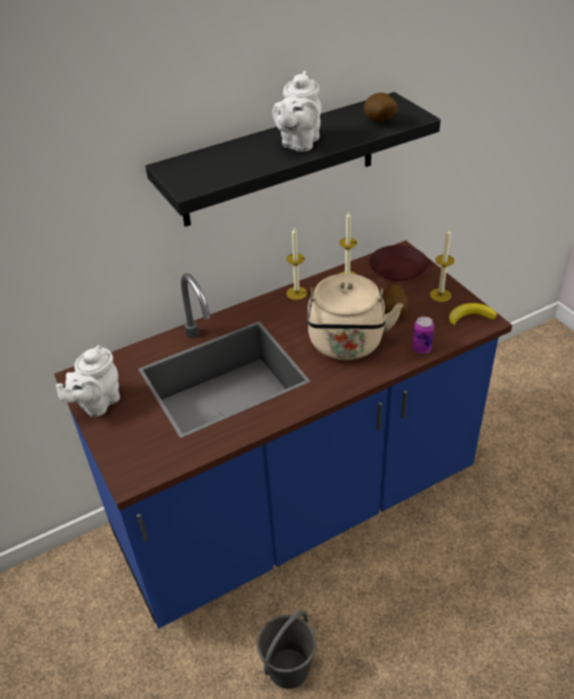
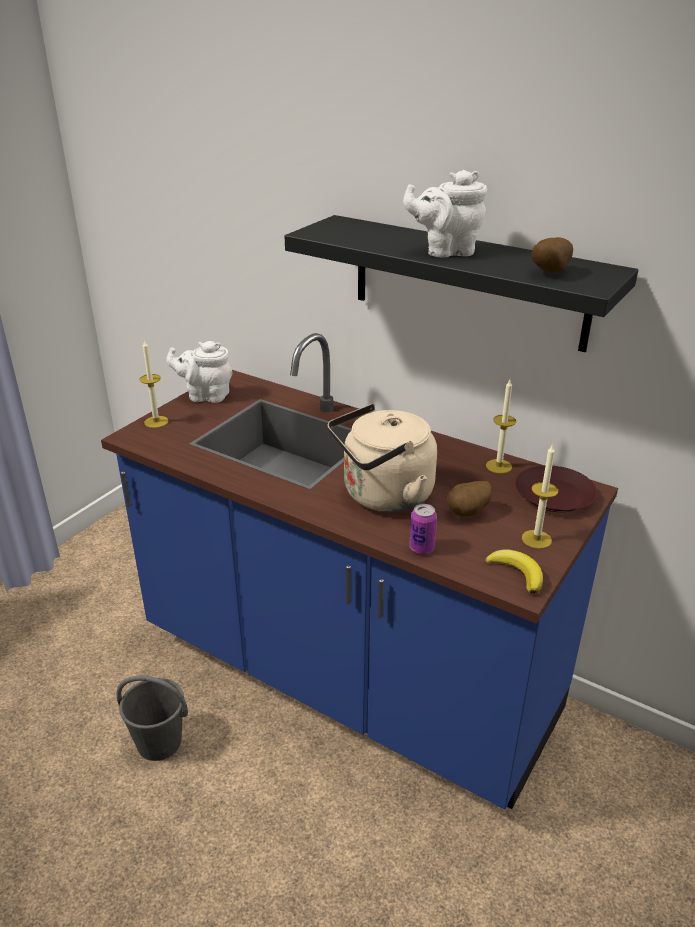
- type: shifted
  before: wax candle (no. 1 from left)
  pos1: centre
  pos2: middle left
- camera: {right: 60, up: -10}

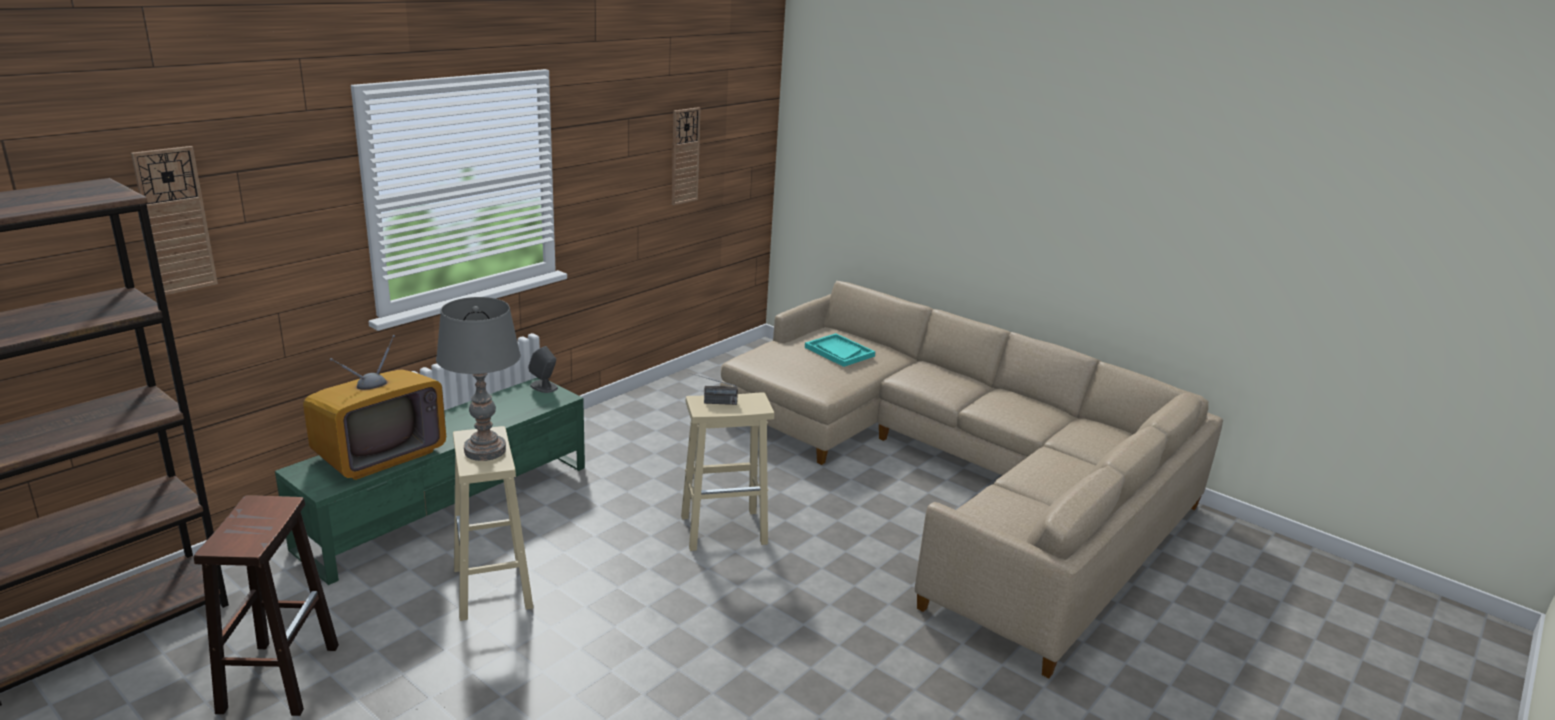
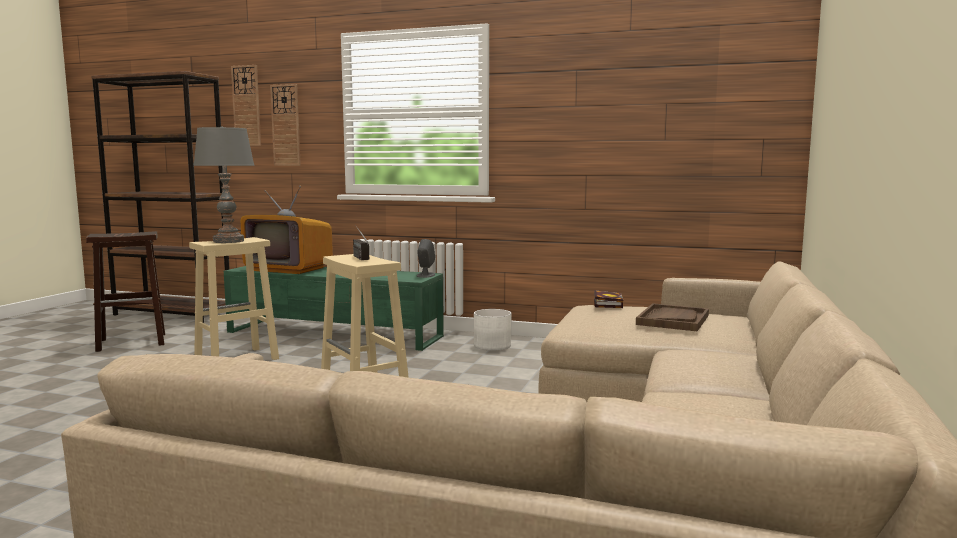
- type: new
  after: flower pot in white
  pos2: centre
- type: new
  after: volume
  pos2: centre
- type: shifted
  before: clock on the wall (no. 2 from left)
  pos1: top centre
  pos2: top left
- type: repainted
  before: carrying tray in blue-green
  after: carrying tray in brownish
  pos1: centre
  pos2: middle right
- camera: {right: 70, up: -15}

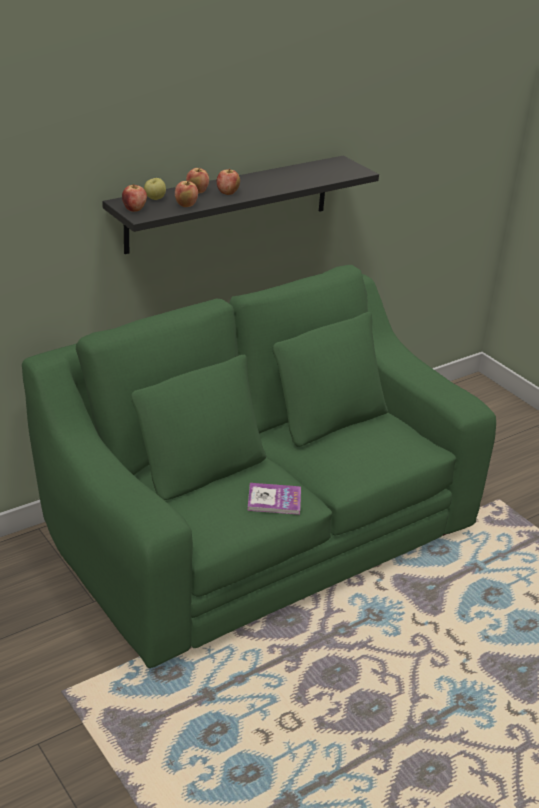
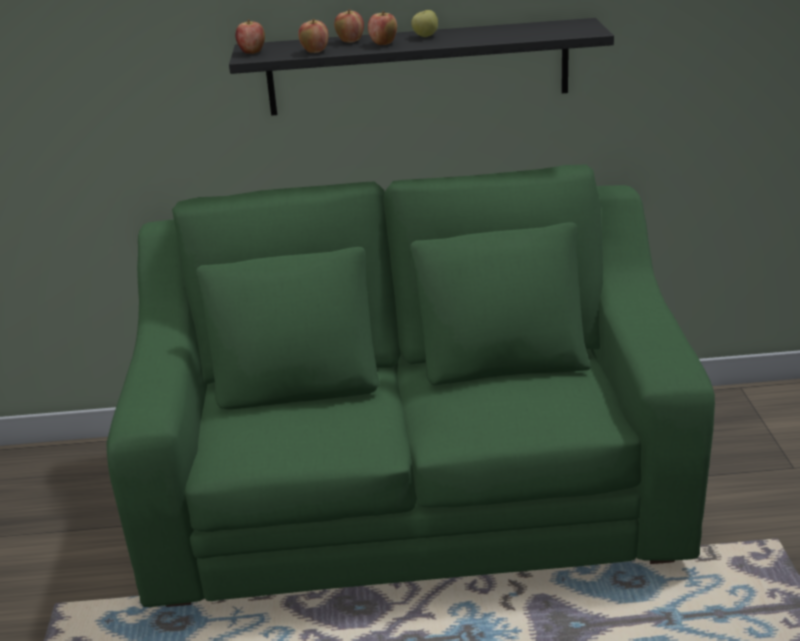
- type: gone
  before: volume
  pos1: centre
- type: shifted
  before: apple fruit (no. 2 from left in the first image)
  after: apple fruit (no. 5 from left)
  pos1: top left
  pos2: top centre
- camera: {right: 35, up: -5}

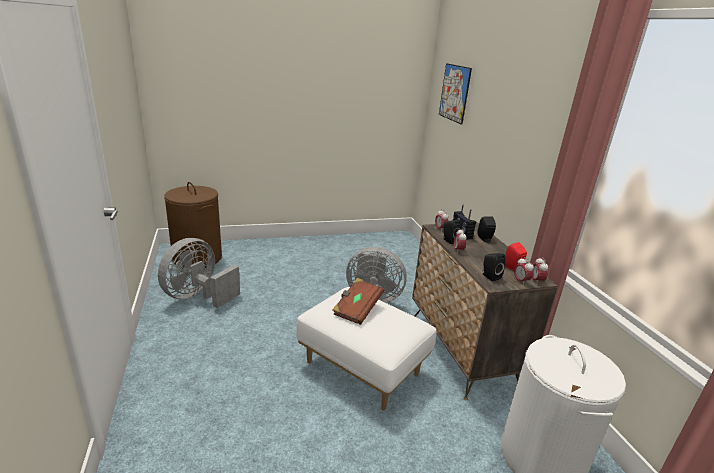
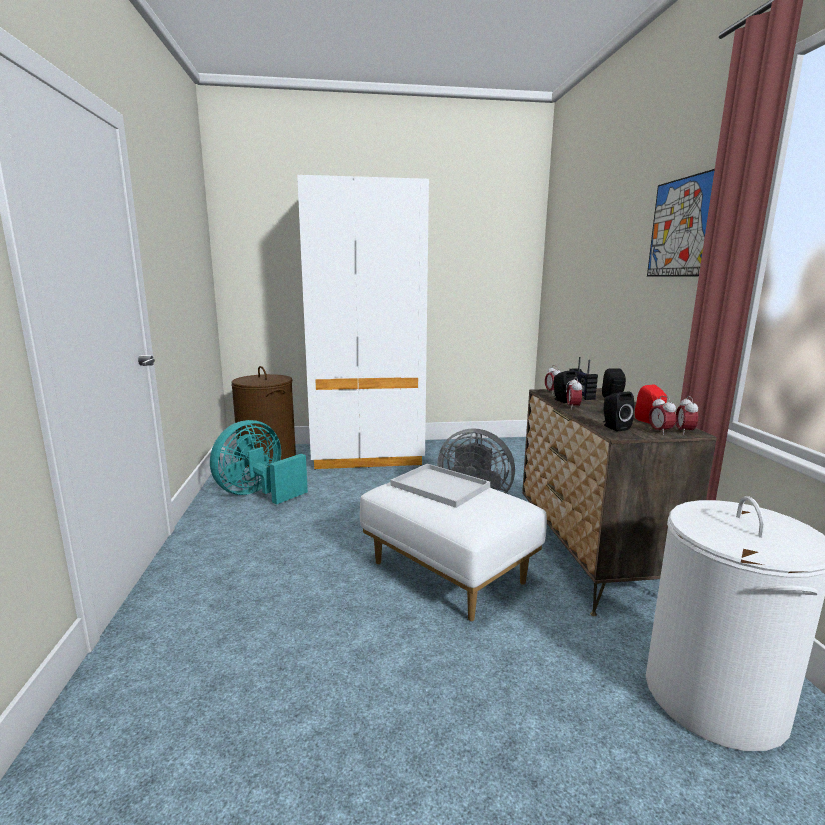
- type: new
  after: wardrobe in white
  pos2: centre
- type: shifted
  before: wall picture
  pos1: top centre
  pos2: top right
- type: swapped
  before: volume in brownish
  after: carrying tray in white
  pos1: centre
  pos2: centre
- type: repainted
  before: electric fan in greyish (no. 1 from left)
  after: electric fan in blue-green
  pos1: middle left
  pos2: middle left
- camera: {right: 10, up: -10}

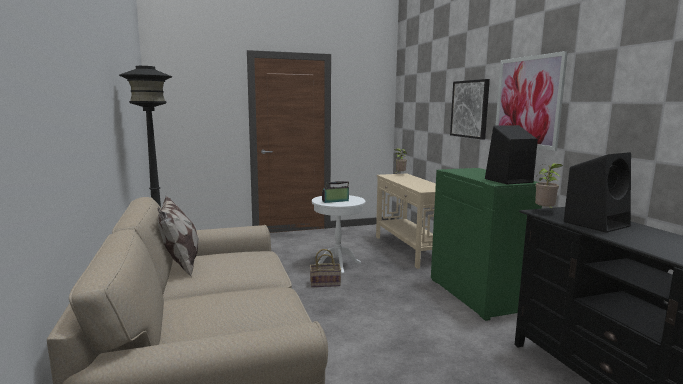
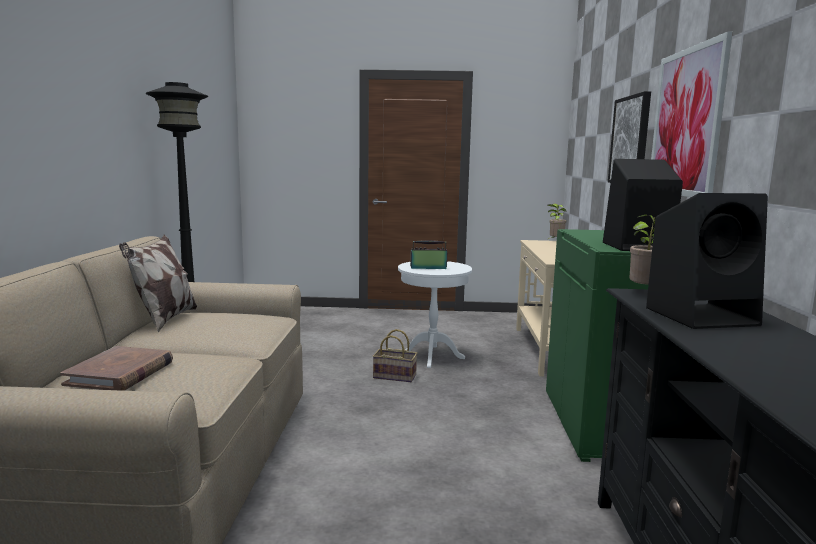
- type: new
  after: volume in brownish
  pos2: bottom left
- camera: {right: 20, up: 0}

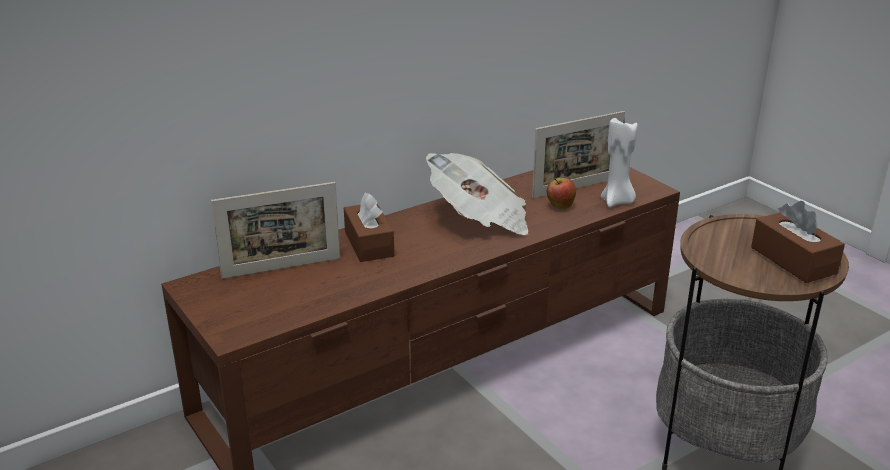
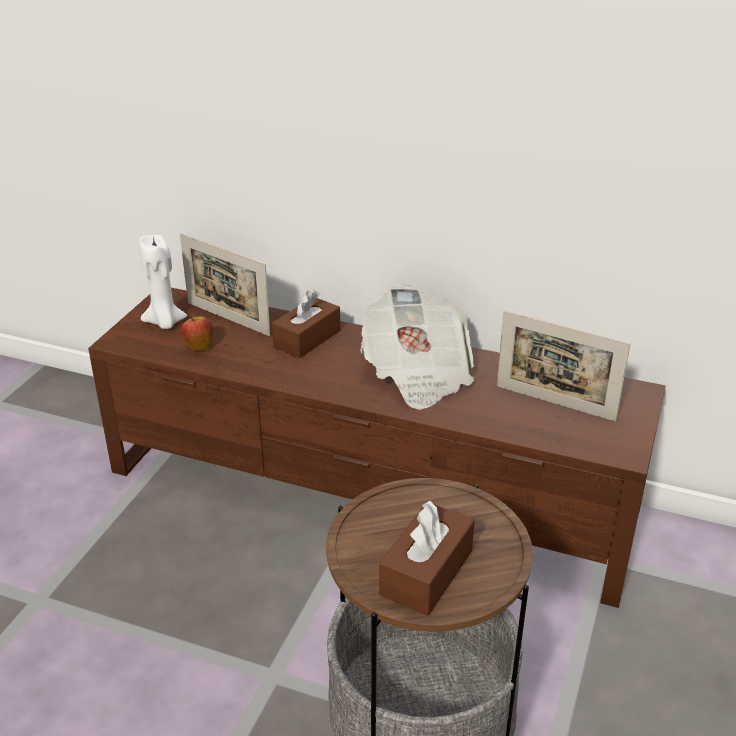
- type: shifted
  before: apple fruit
  pos1: centre
  pos2: middle left
- type: shifted
  before: wax candle in white
  pos1: middle right
  pos2: middle left
- camera: {right: 55, up: 5}

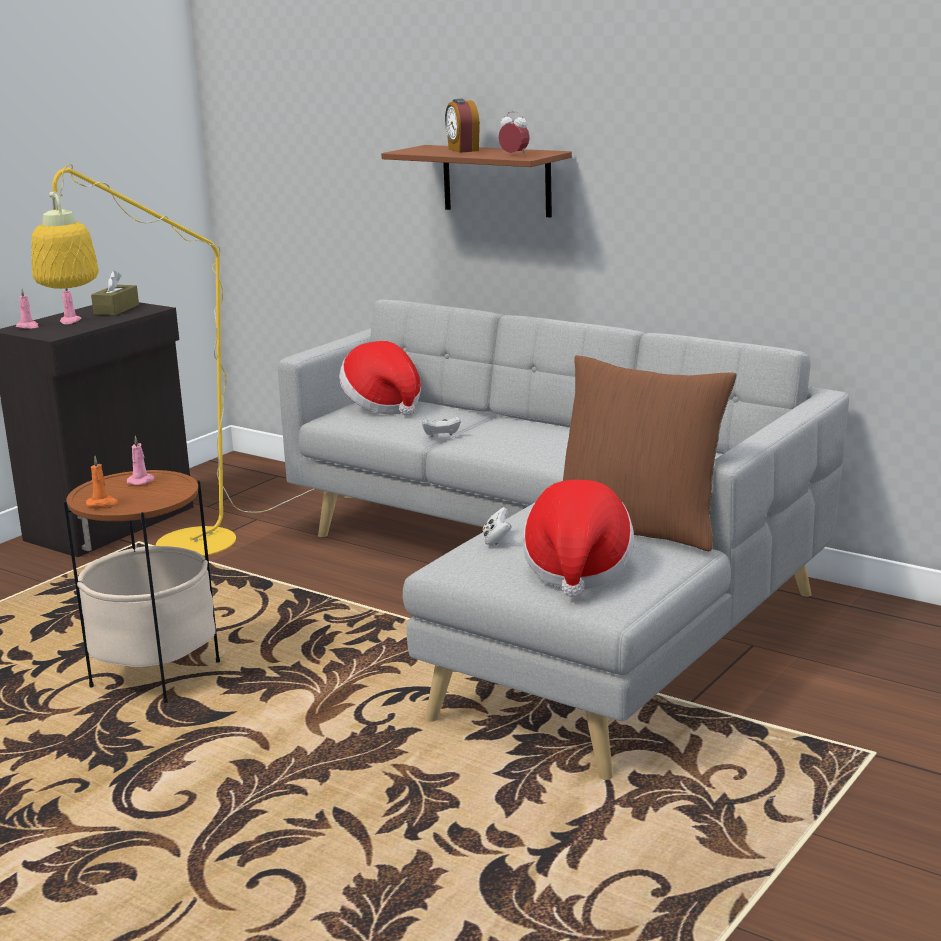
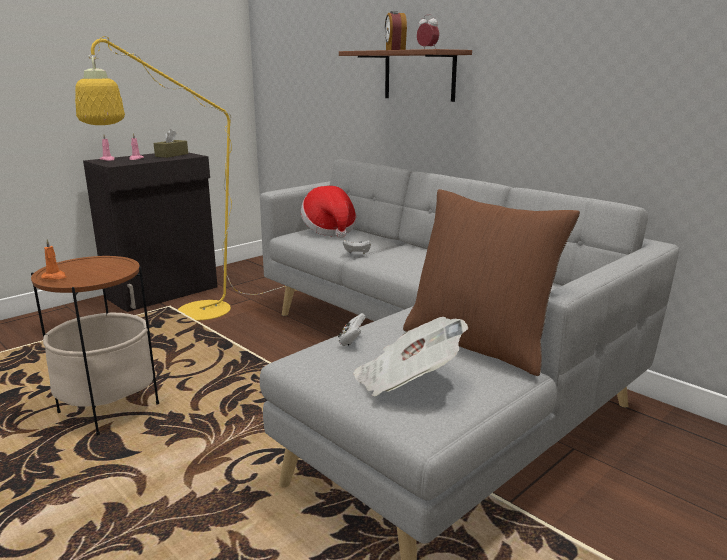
- type: gone
  before: wax candle in pink-coloured (no. 3 from left)
  pos1: middle left
- type: swapped
  before: clothing hat (no. 2 from left)
  after: daily paper
  pos1: centre
  pos2: centre
- camera: {right: 10, up: 0}

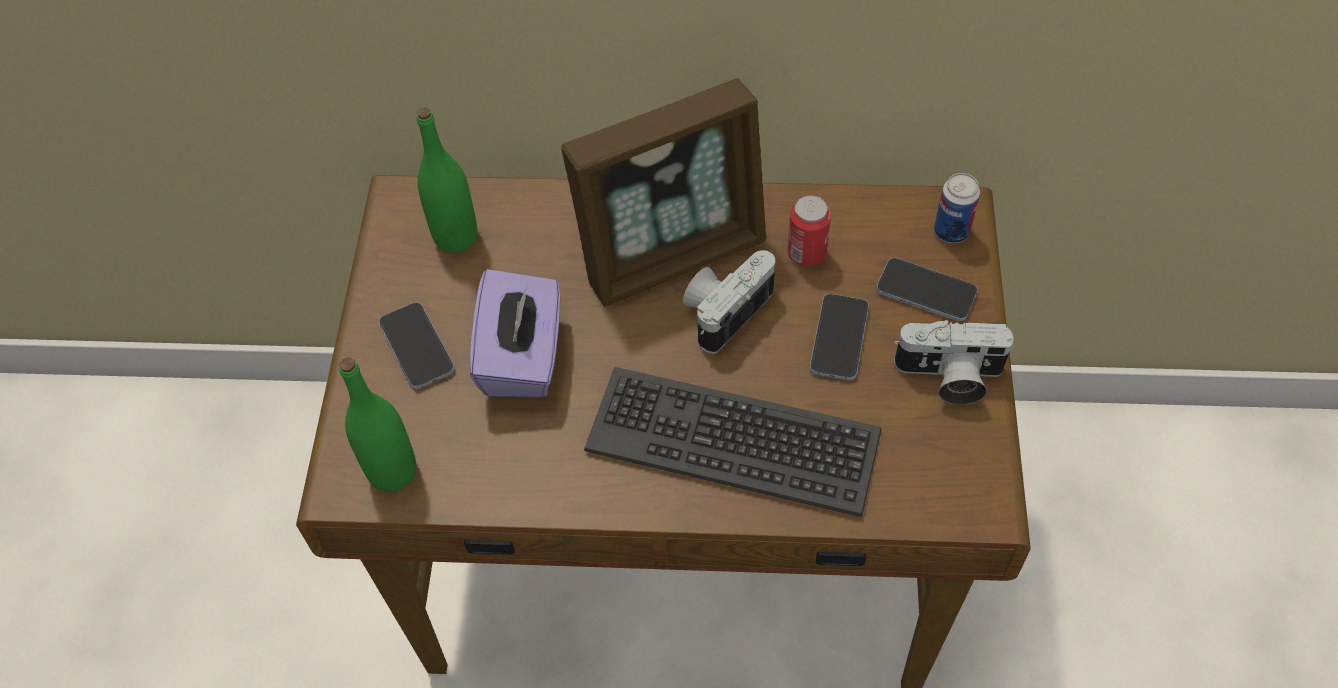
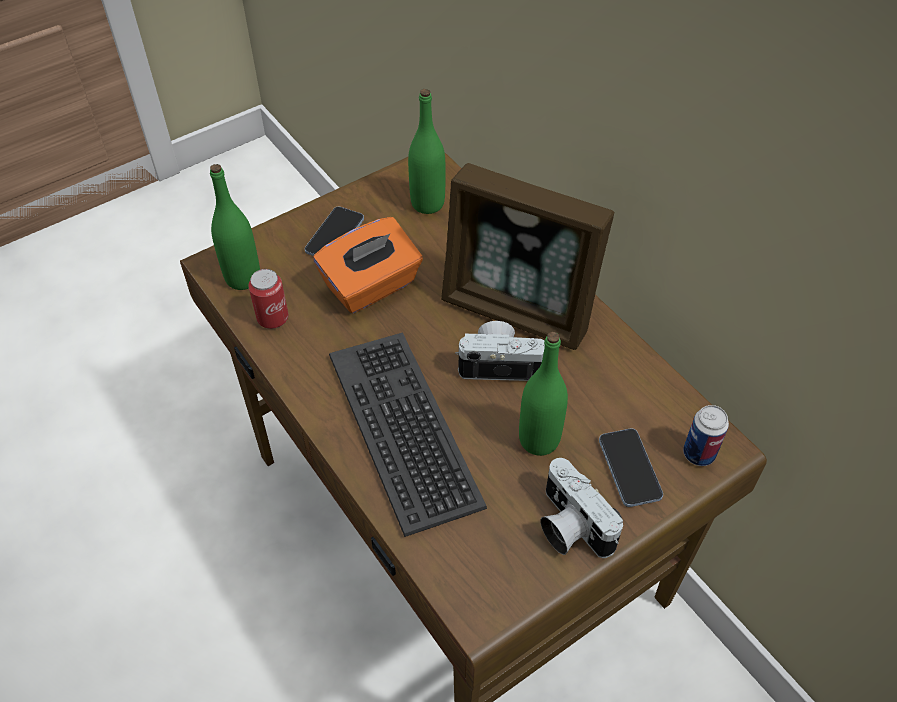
- type: shifted
  before: sealed can (no. 1 from left)
  pos1: centre
  pos2: middle left
- type: swapped
  before: handset (no. 2 from left)
  after: drink bottle in green-coloured (no. 3 from left)
  pos1: centre
  pos2: centre
- type: repainted
  before: tissue holder in purplish
  after: tissue holder in orange-coloured
  pos1: centre
  pos2: centre
- camera: {right: 50, up: -5}

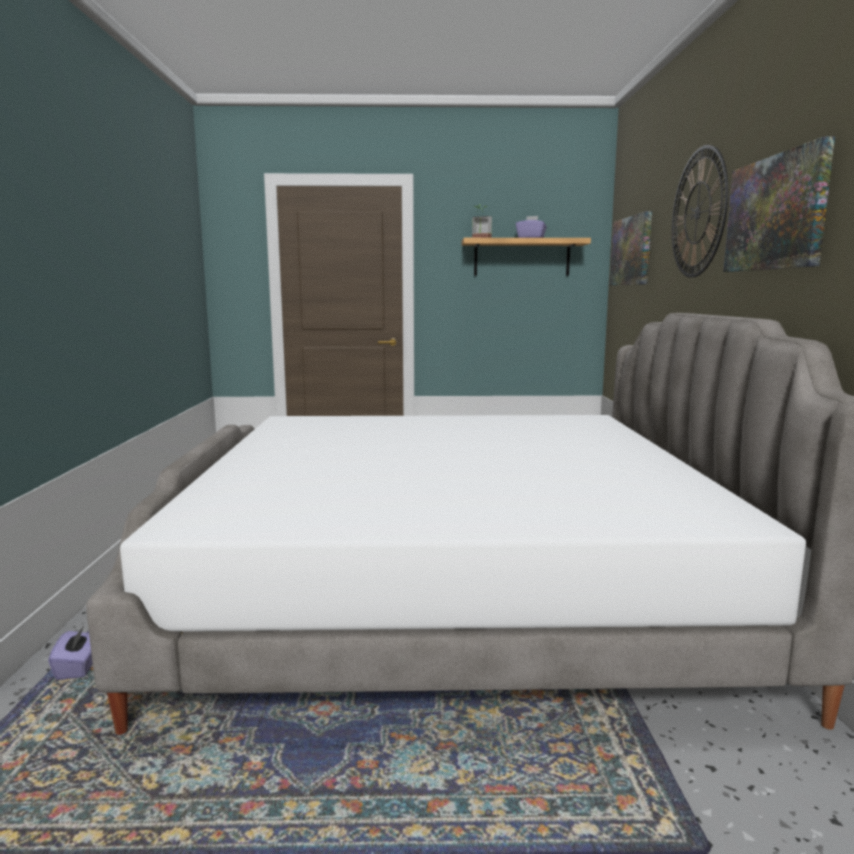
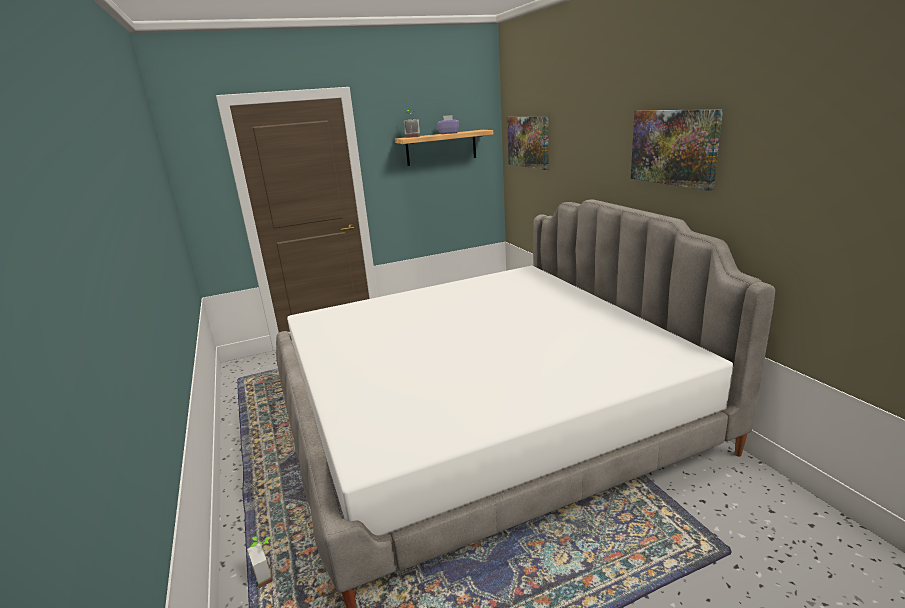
- type: gone
  before: clock on the wall
  pos1: top right
- type: swapped
  before: tissue holder in purplish (no. 1 from left)
  after: potted plant (no. 1 from left)
  pos1: bottom left
  pos2: bottom left
- camera: {right: -20, up: 10}

